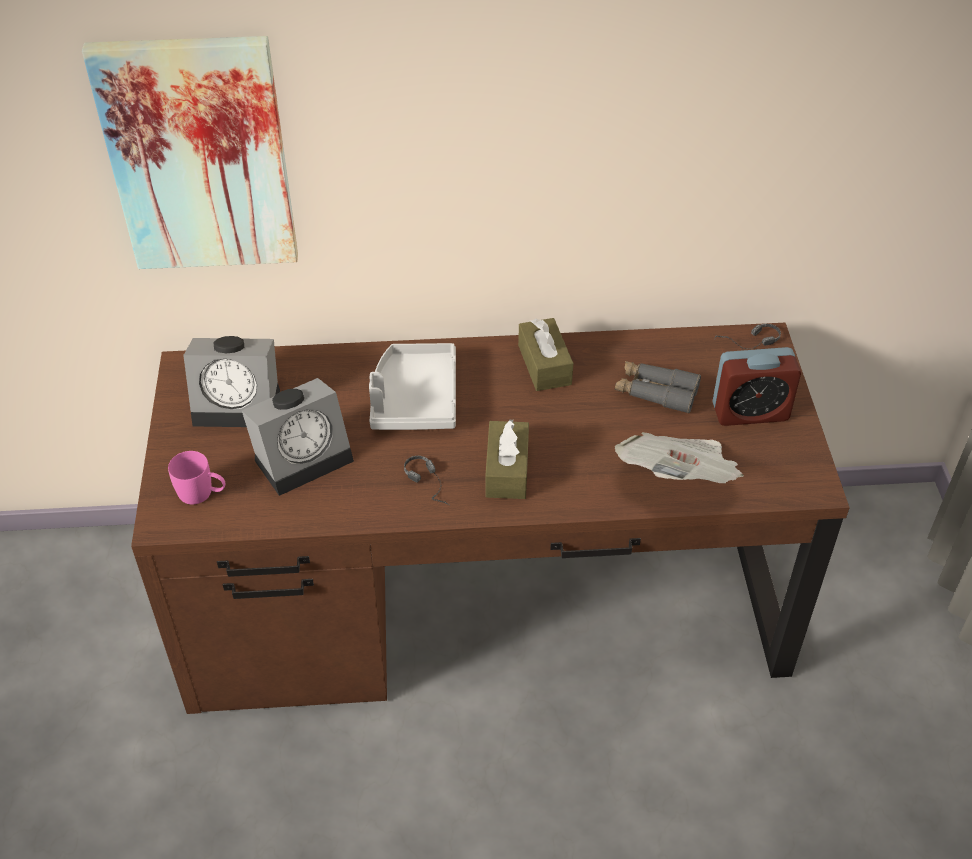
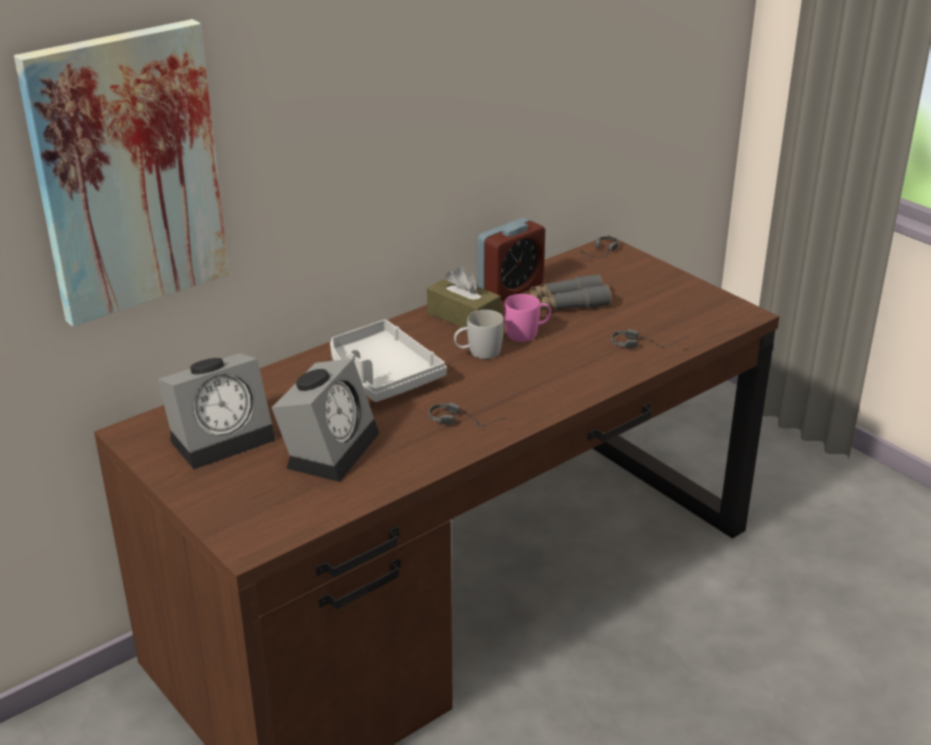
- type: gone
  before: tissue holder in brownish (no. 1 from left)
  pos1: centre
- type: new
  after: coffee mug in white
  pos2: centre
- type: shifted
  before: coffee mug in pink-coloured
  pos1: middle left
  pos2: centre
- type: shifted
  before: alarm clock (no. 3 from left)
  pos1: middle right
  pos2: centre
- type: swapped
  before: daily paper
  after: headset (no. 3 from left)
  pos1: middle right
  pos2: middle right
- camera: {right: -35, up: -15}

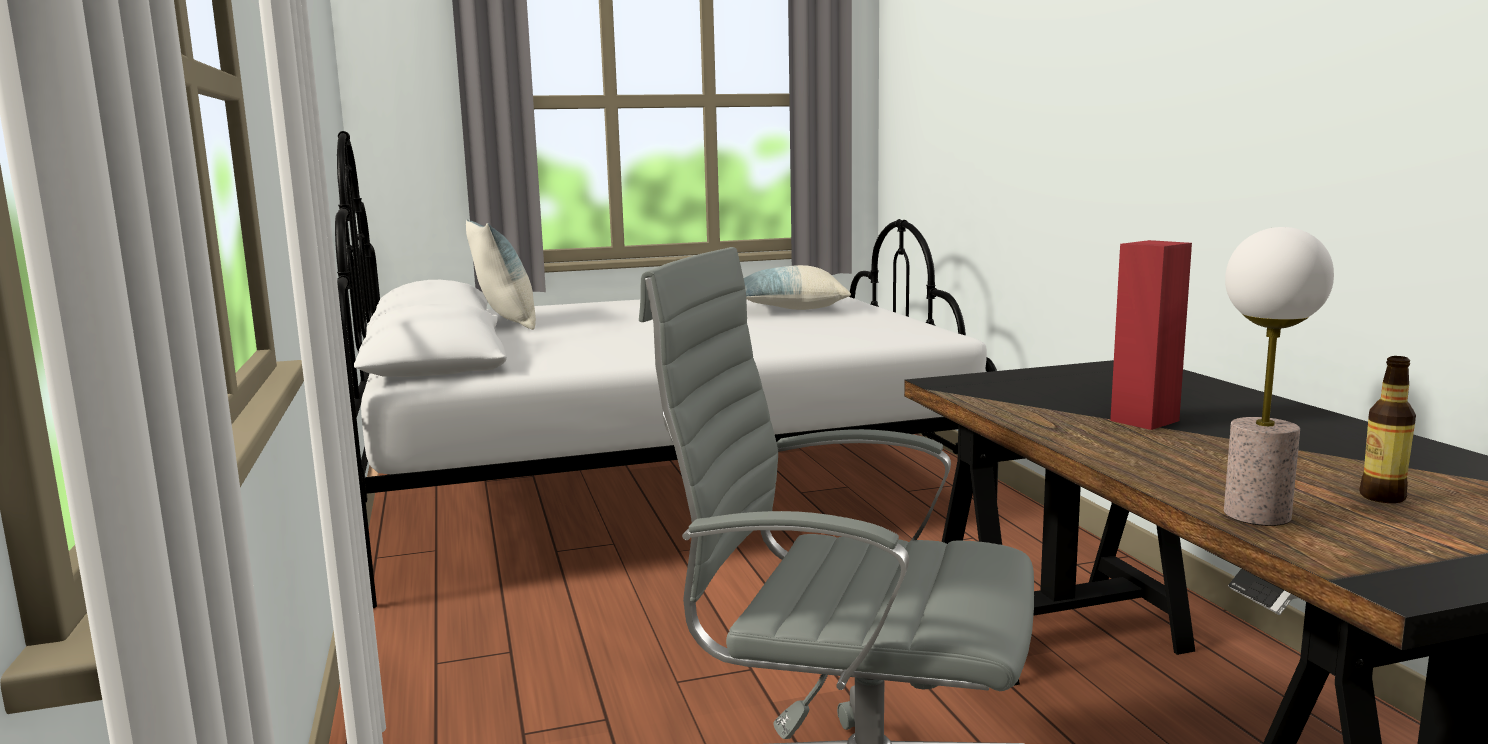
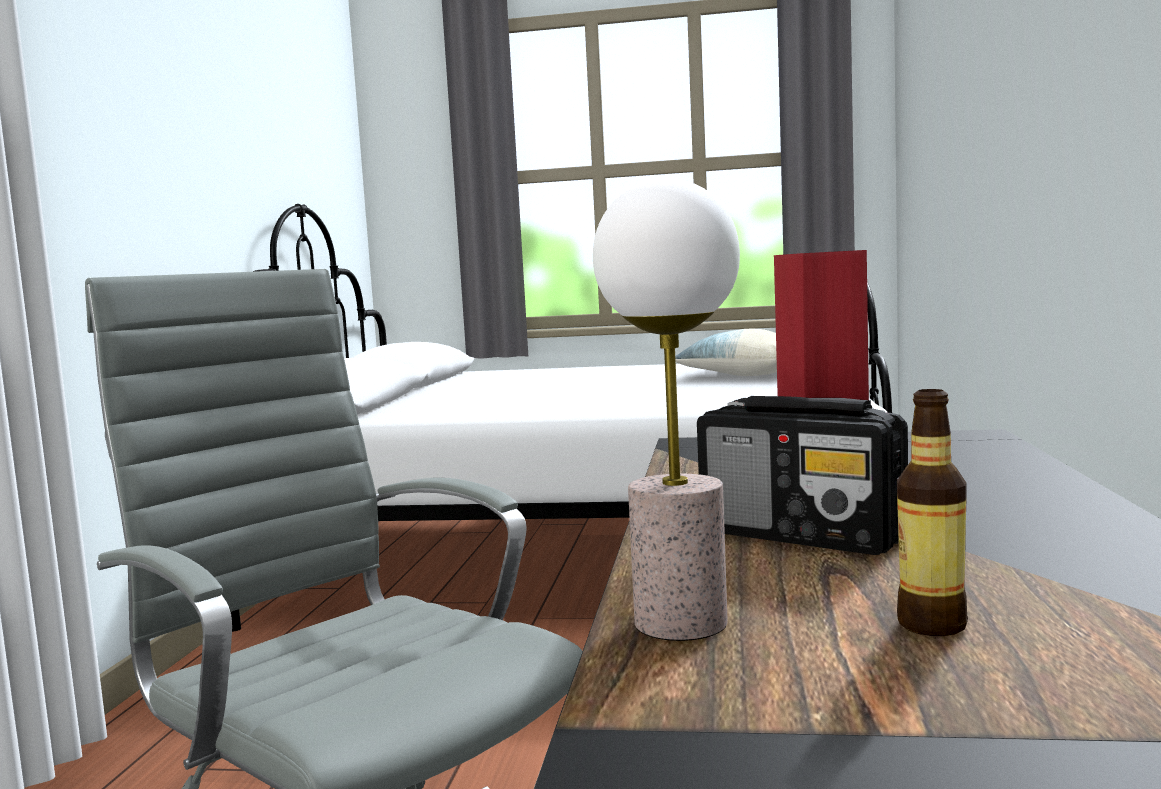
- type: gone
  before: throw pillow (no. 1 from left)
  pos1: centre
- type: new
  after: radio receiver
  pos2: middle right
- camera: {right: 25, up: -5}

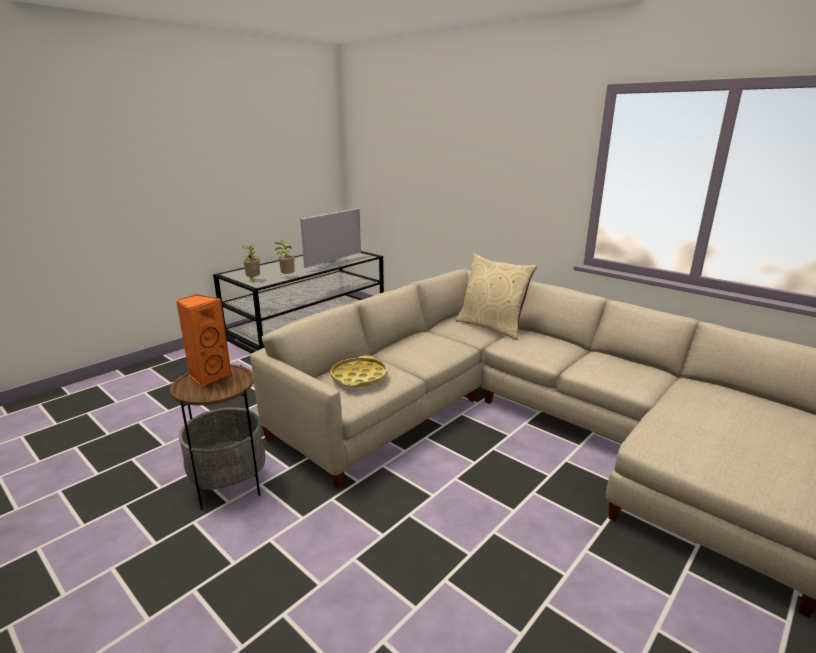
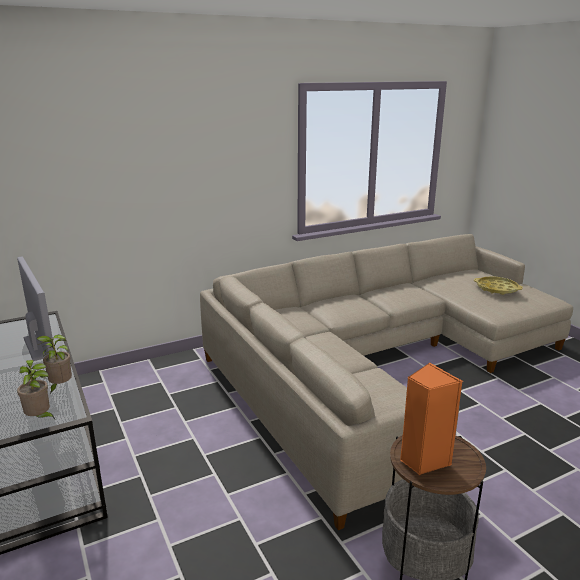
- type: gone
  before: throw pillow in beige
  pos1: centre
- type: shifted
  before: carrying tray in yellowish
  pos1: centre
  pos2: middle right
- camera: {right: -70, up: 0}

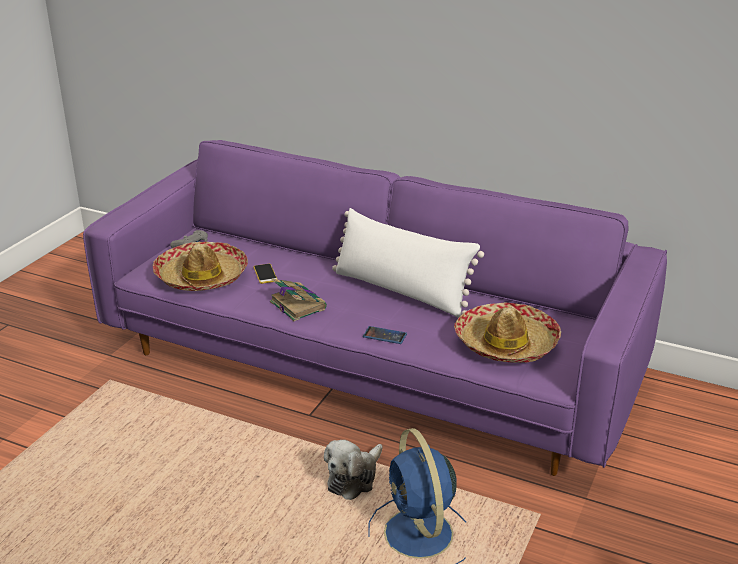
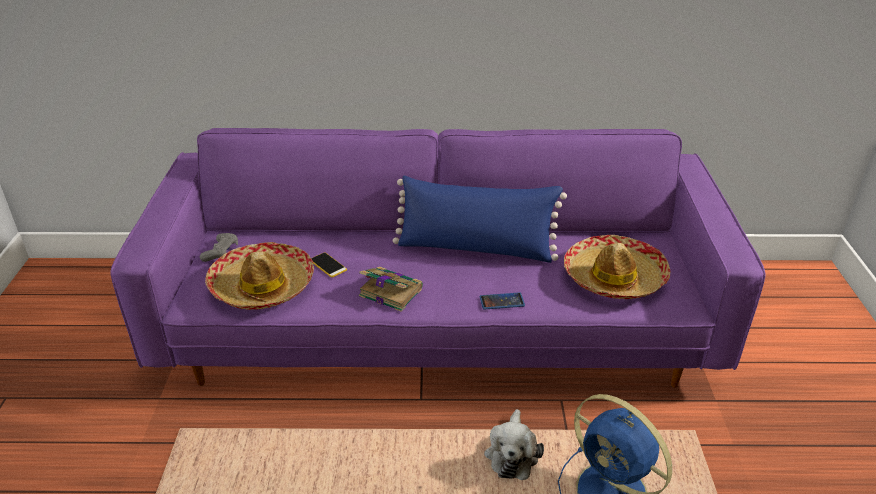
- type: repainted
  before: throw pillow in white
  after: throw pillow in blue-coloured
  pos1: centre
  pos2: centre
- camera: {right: -25, up: 5}

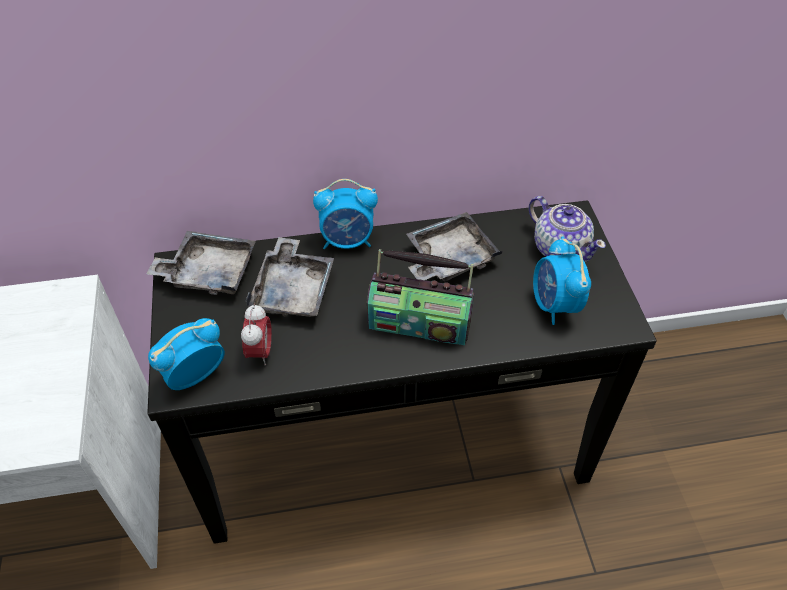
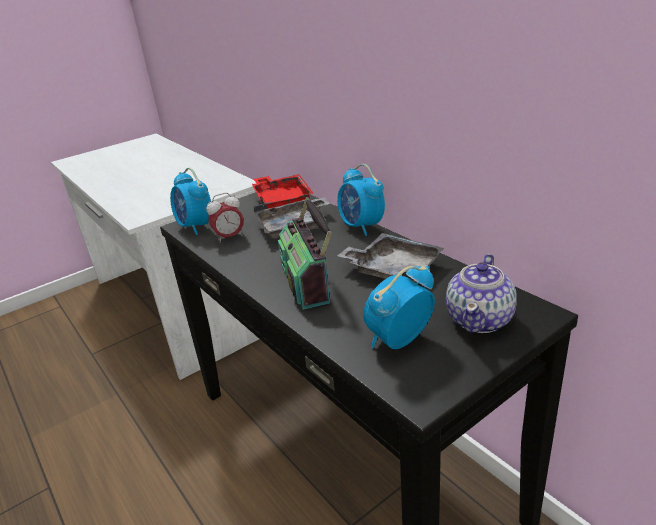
- type: repainted
  before: carrying tray in greyish (no. 1 from left)
  after: carrying tray in red
  pos1: middle left
  pos2: centre
- type: rotated
  before: alarm clock (no. 1 from left)
  pos1: middle left
  pos2: middle left
  turn: -150
- camera: {right: 65, up: -20}

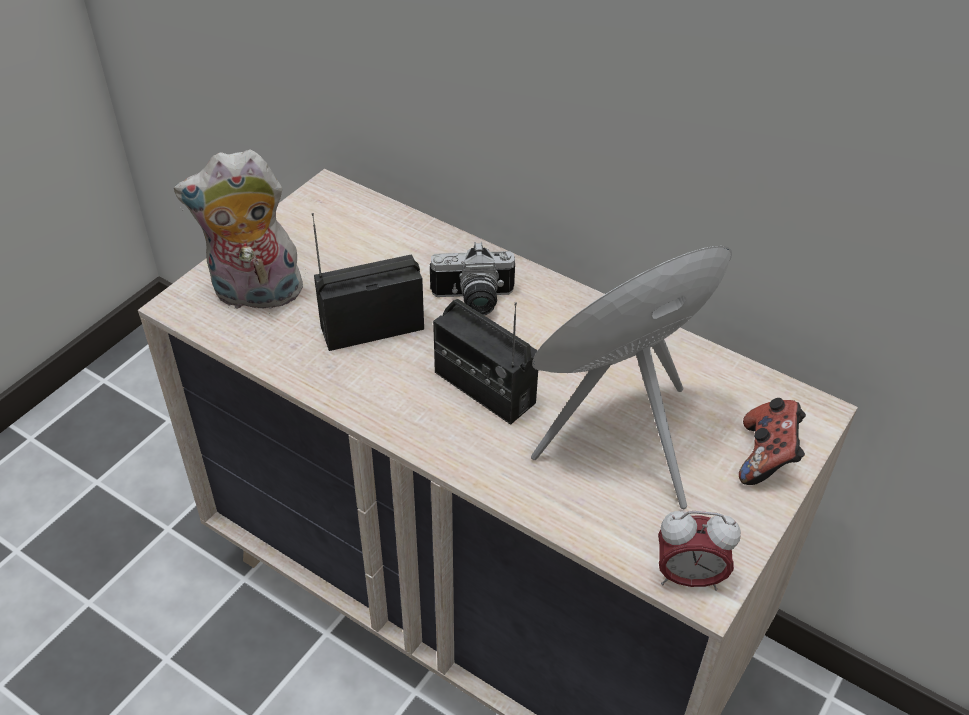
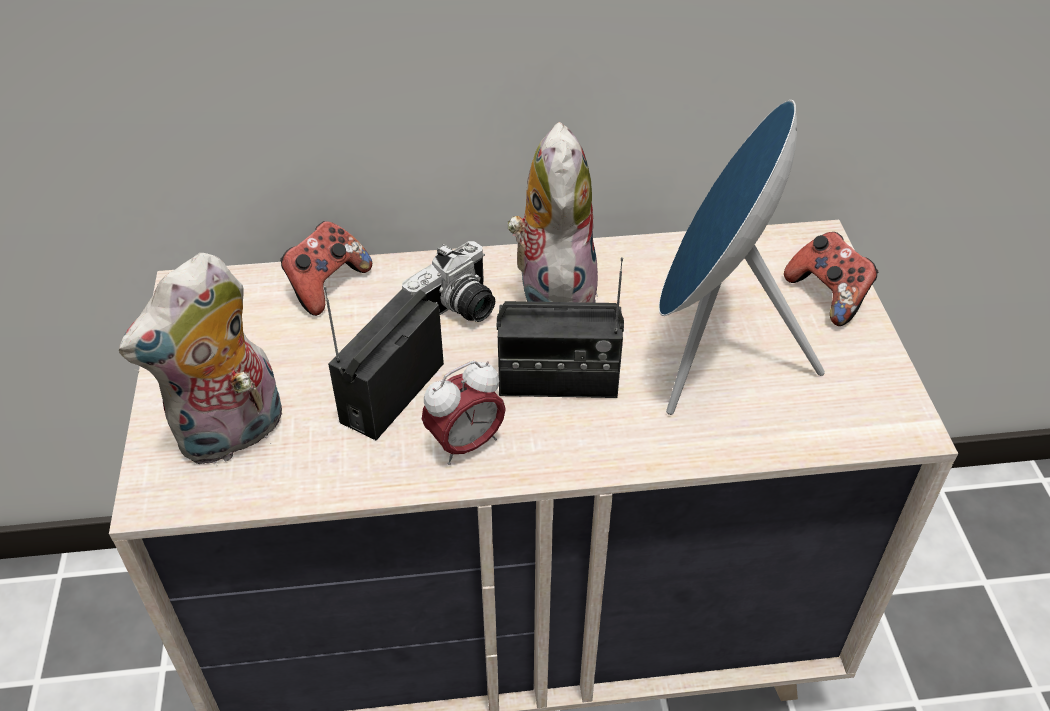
- type: new
  after: game controller (no. 1 from left)
  pos2: middle left
- type: new
  after: cuddly toy (no. 2 from left)
  pos2: top centre
- type: shifted
  before: alarm clock
  pos1: bottom right
  pos2: centre
- camera: {right: -40, up: 0}

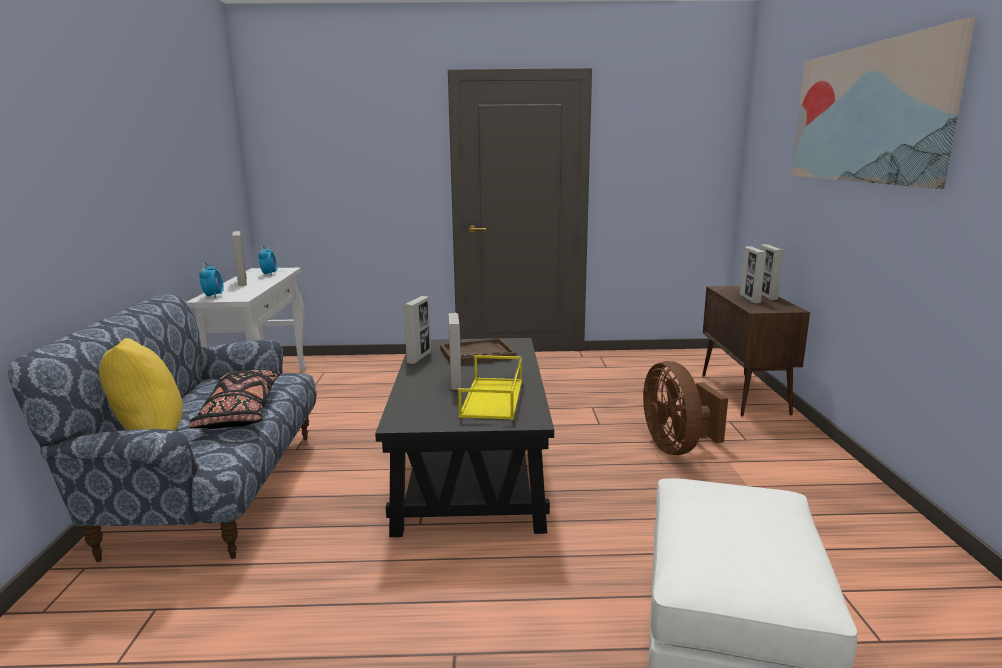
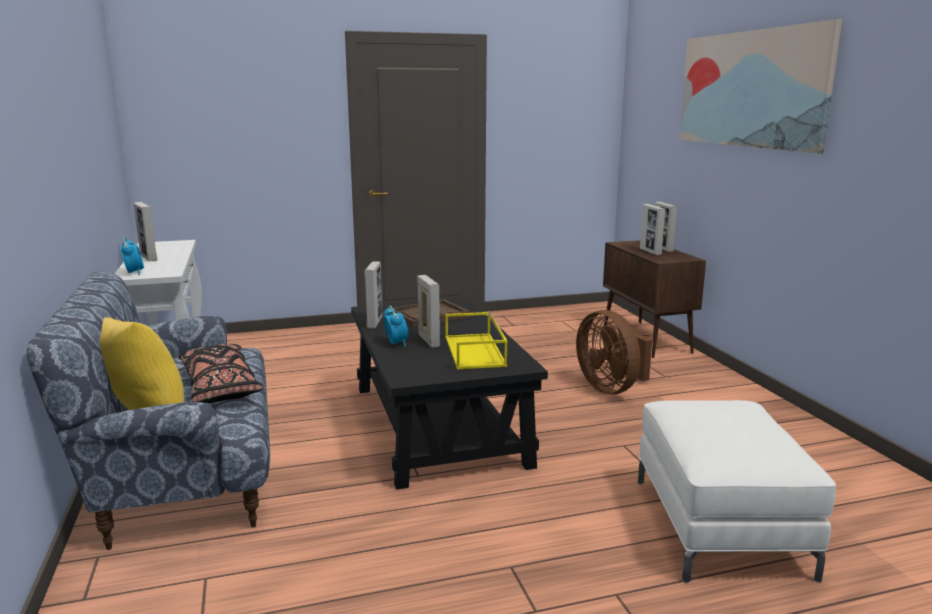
- type: shifted
  before: alarm clock (no. 2 from left)
  pos1: middle left
  pos2: centre
- camera: {right: -15, up: 0}

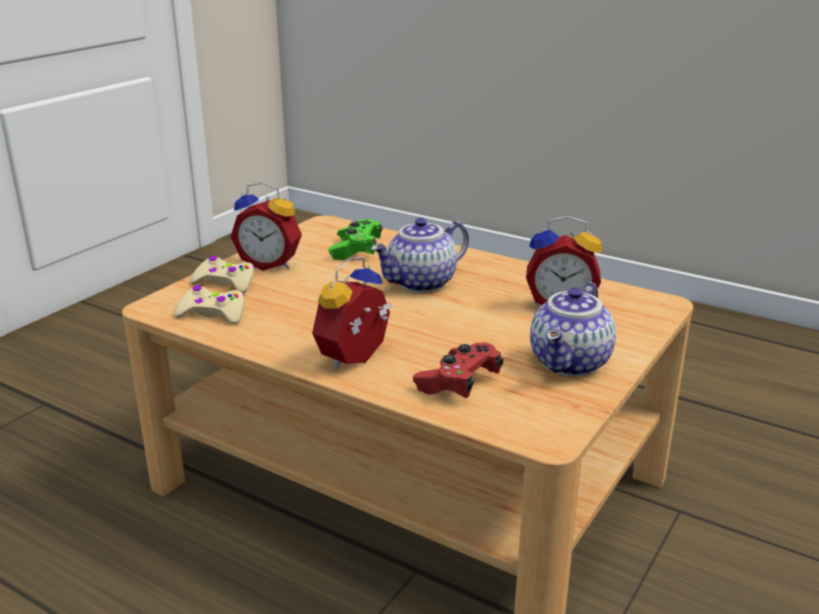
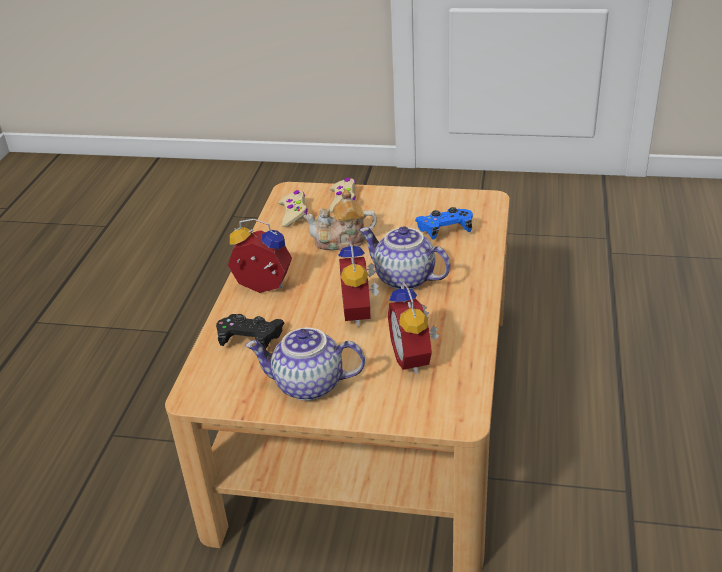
- type: new
  after: tea pot (no. 2 from left)
  pos2: centre
- type: shifted
  before: alarm clock (no. 1 from left in the first image)
  after: alarm clock (no. 2 from left)
  pos1: middle left
  pos2: centre
- type: repainted
  before: game controller in green-coloured
  after: game controller in blue-coloured
  pos1: centre
  pos2: centre
- type: repainted
  before: game controller in red
  after: game controller in blackish
  pos1: centre
  pos2: centre
- camera: {right: 70, up: 10}

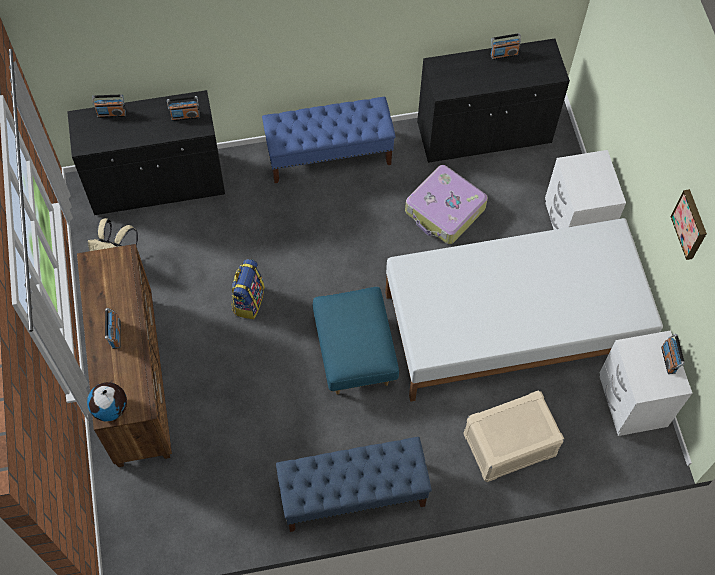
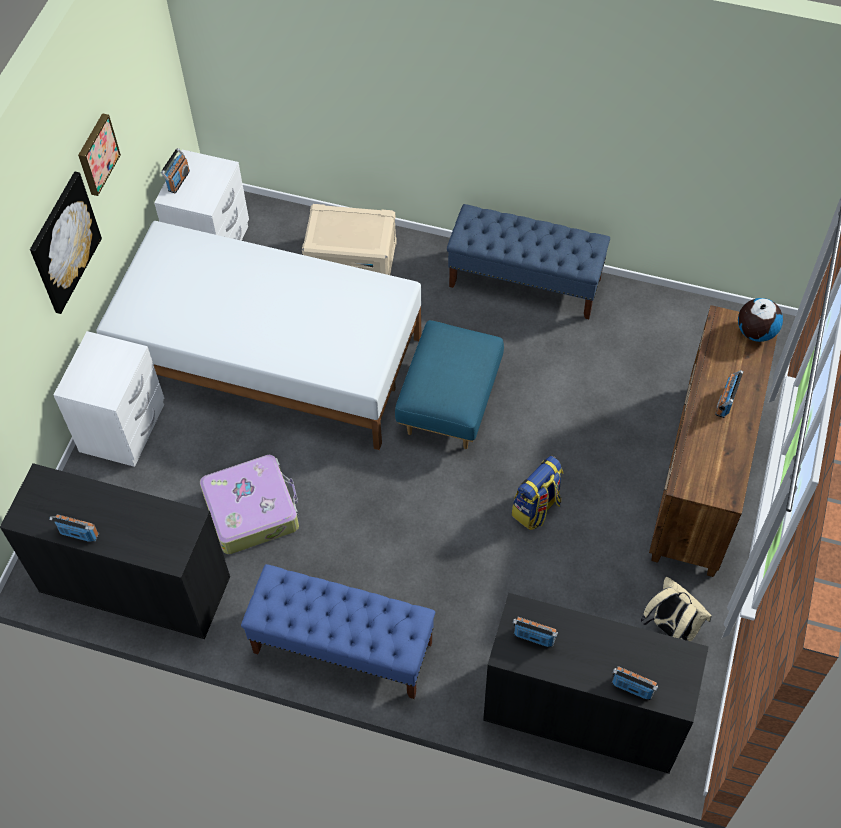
- type: new
  after: wall picture (no. 1 from left)
  pos2: top left
- camera: {right: -150, up: -5}

